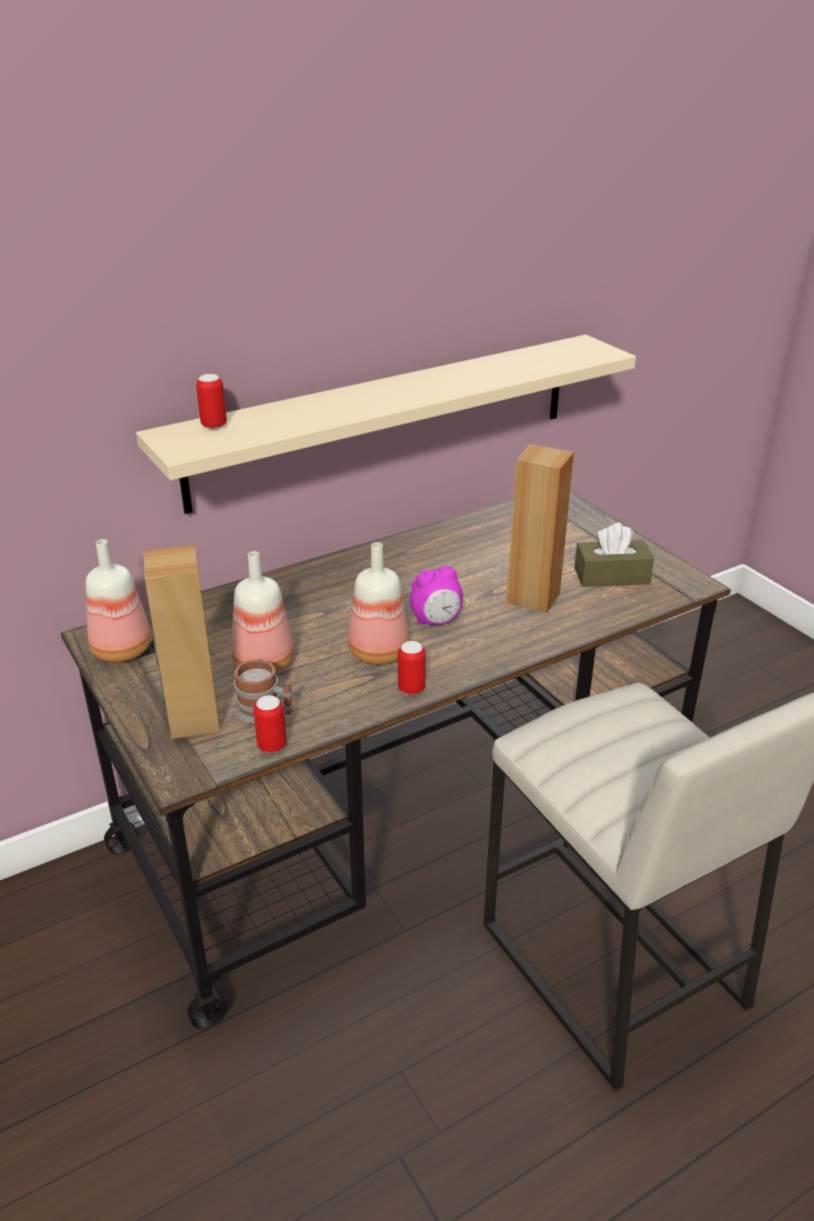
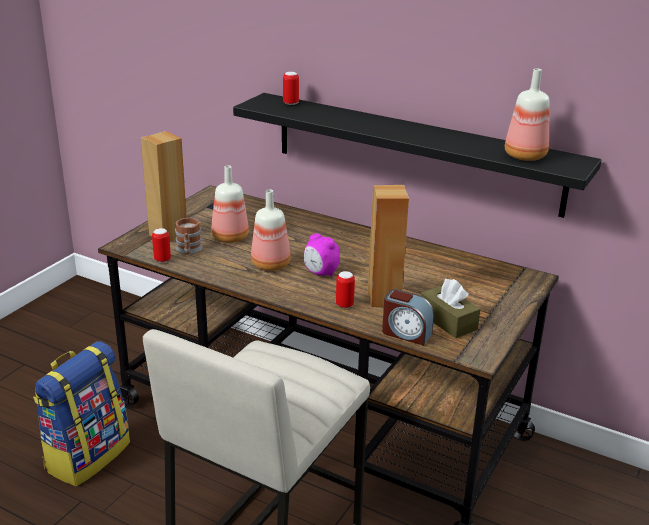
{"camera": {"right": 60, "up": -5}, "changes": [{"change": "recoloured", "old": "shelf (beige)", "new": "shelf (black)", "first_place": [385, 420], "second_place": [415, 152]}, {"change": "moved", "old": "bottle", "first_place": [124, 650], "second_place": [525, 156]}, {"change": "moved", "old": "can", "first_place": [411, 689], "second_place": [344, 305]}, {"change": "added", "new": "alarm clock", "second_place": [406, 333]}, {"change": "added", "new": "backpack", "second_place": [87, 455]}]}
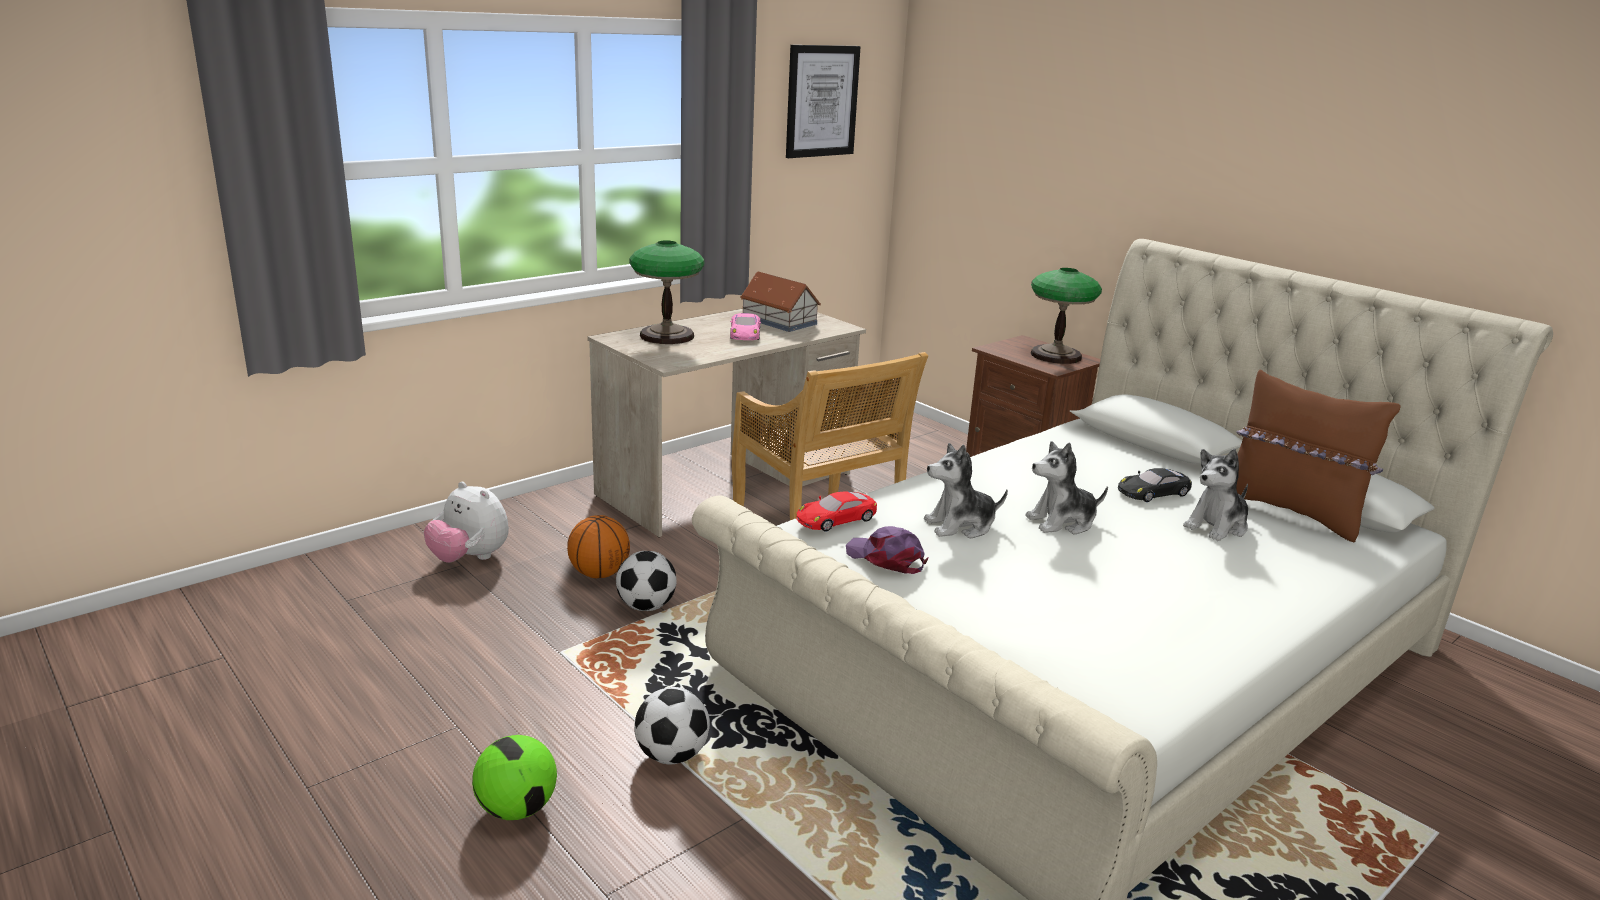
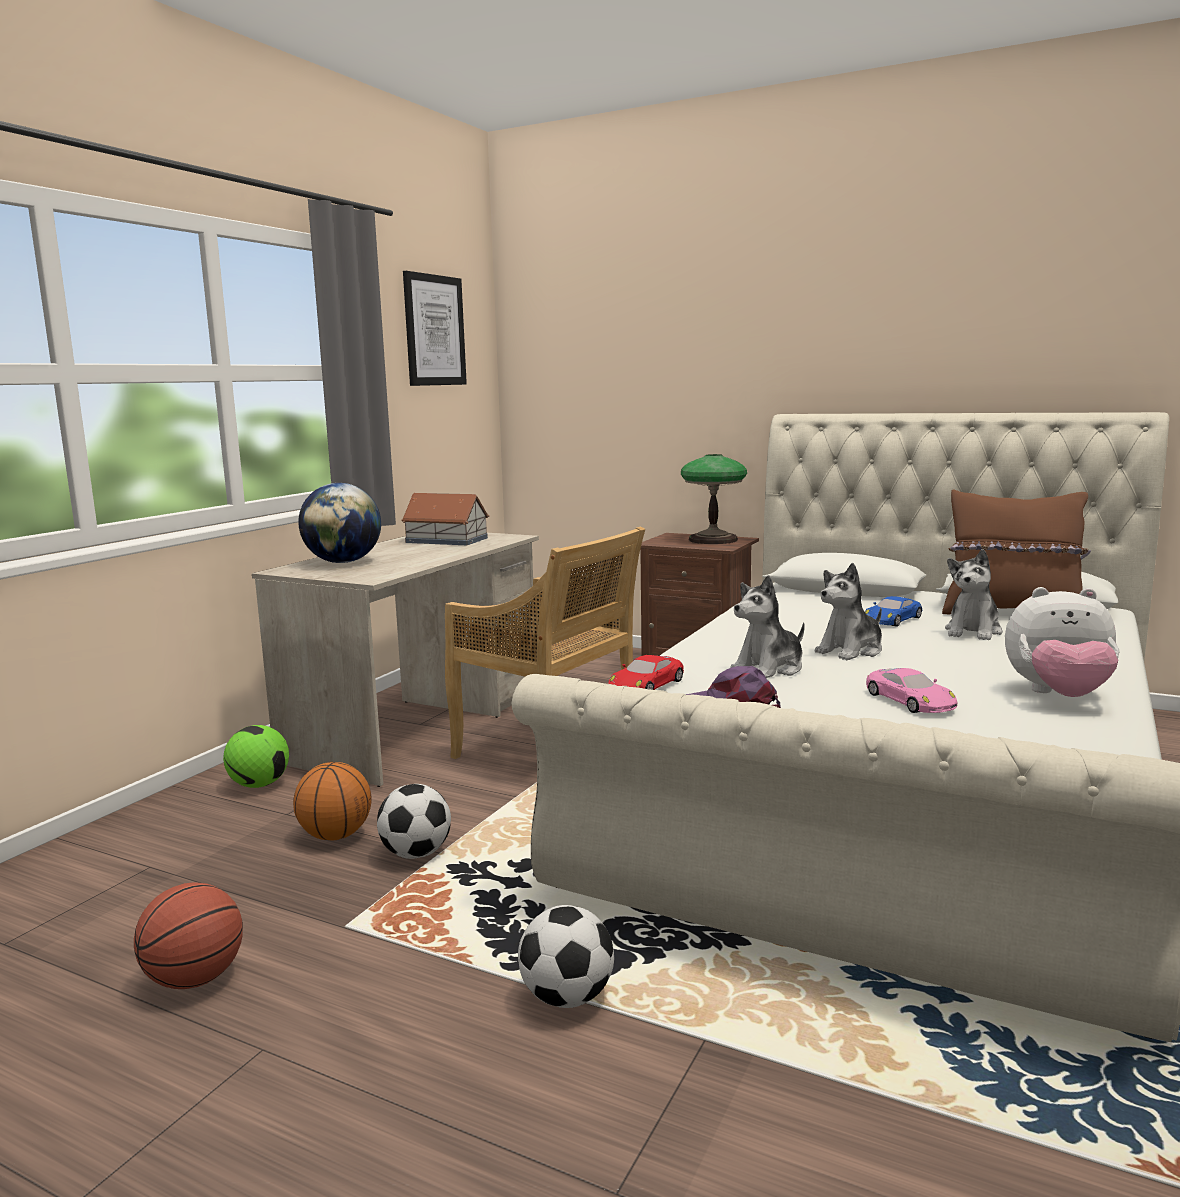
{"camera": {"right": -20, "up": -10}, "changes": [{"change": "replaced", "old": "table lamp", "new": "globe", "first_place": [667, 336], "second_place": [343, 562]}, {"change": "moved", "old": "toy car (pink)", "first_place": [745, 333], "second_place": [909, 700]}, {"change": "recoloured", "old": "toy car (black)", "new": "toy car (blue)", "first_place": [1153, 492], "second_place": [892, 619]}, {"change": "moved", "old": "plush toy", "first_place": [469, 558], "second_place": [1058, 696]}, {"change": "moved", "old": "football", "first_place": [517, 808], "second_place": [259, 784]}, {"change": "added", "new": "basketball", "second_place": [195, 979]}]}
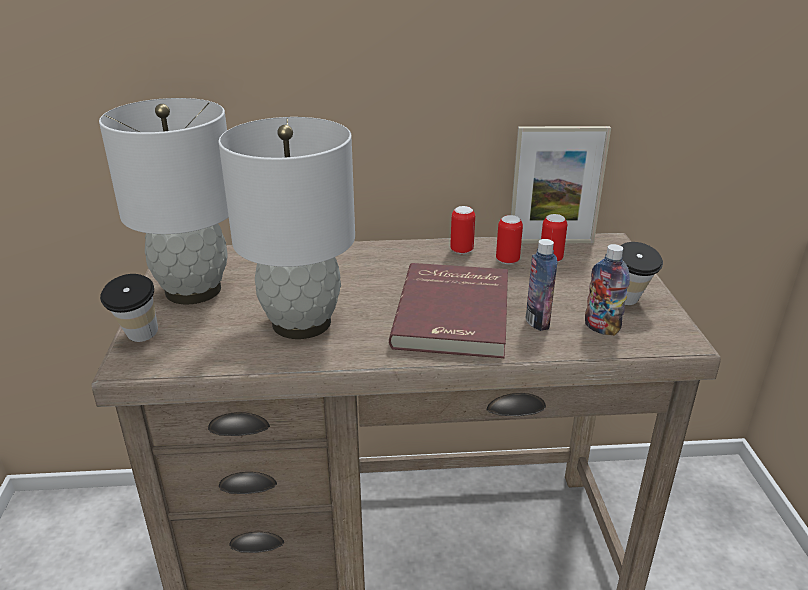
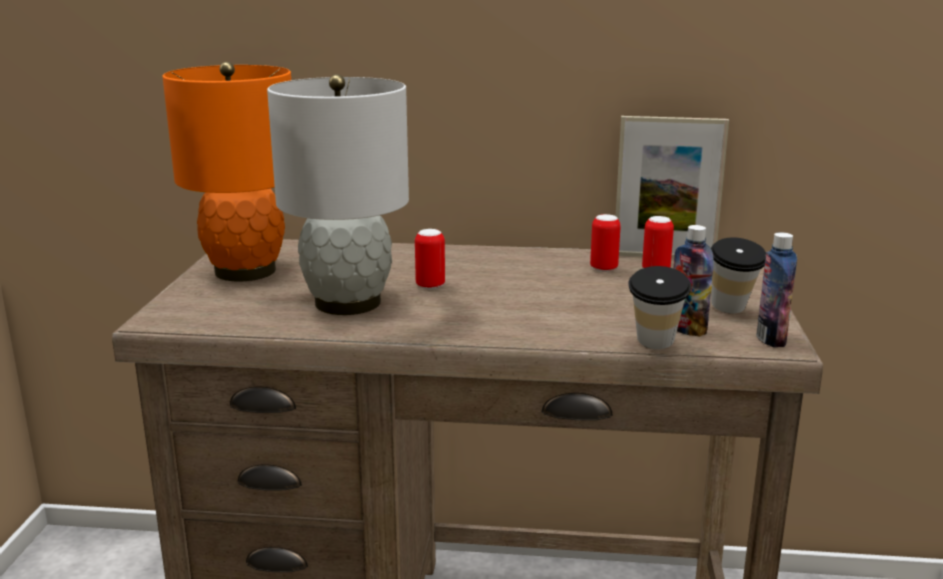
{"camera": {"right": 10, "up": -10}, "changes": [{"change": "recoloured", "old": "table lamp (white)", "new": "table lamp (orange)", "first_place": [193, 290], "second_place": [245, 271]}, {"change": "moved", "old": "can", "first_place": [461, 250], "second_place": [430, 286]}, {"change": "moved", "old": "bottle", "first_place": [537, 322], "second_place": [771, 339]}, {"change": "removed", "old": "book (red)", "first_place": [455, 314]}, {"change": "moved", "old": "cup", "first_place": [139, 339], "second_place": [654, 347]}]}
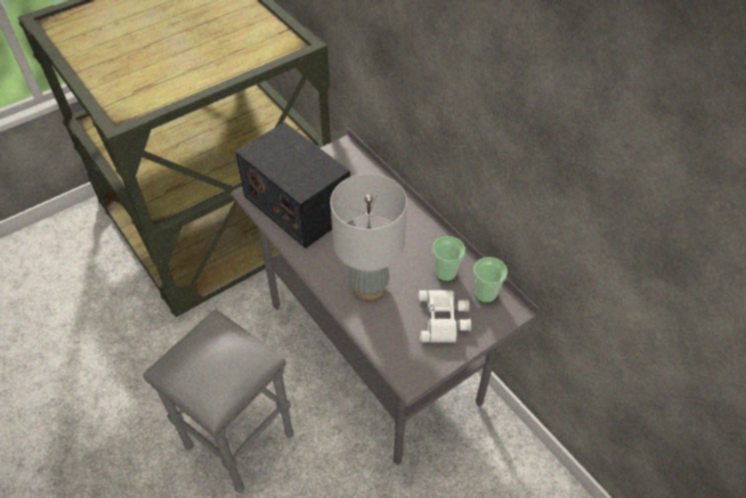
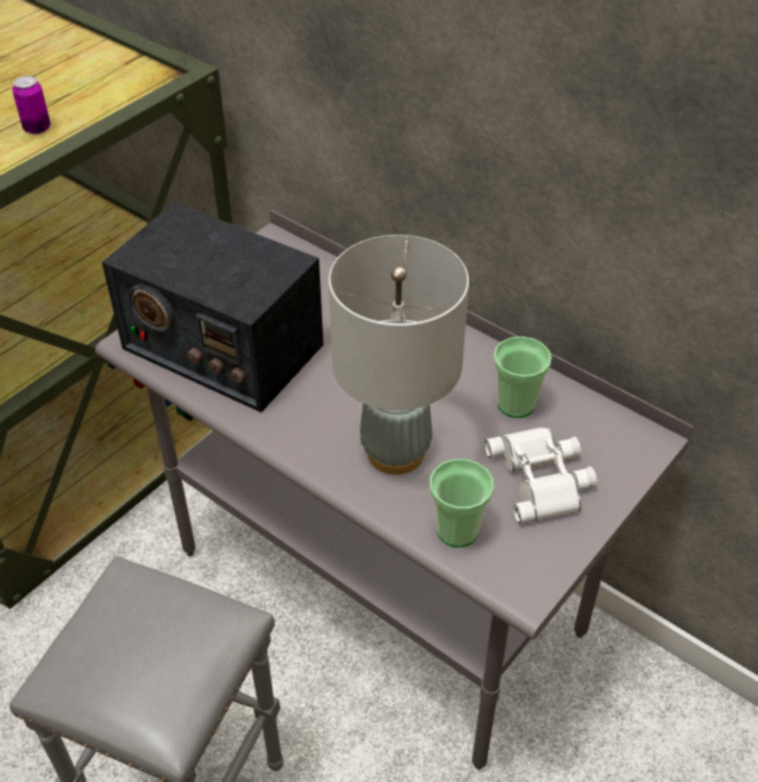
{"camera": {"right": -15, "up": -5}, "changes": [{"change": "moved", "old": "cup", "first_place": [485, 294], "second_place": [457, 530]}, {"change": "added", "new": "can", "second_place": [37, 128]}]}
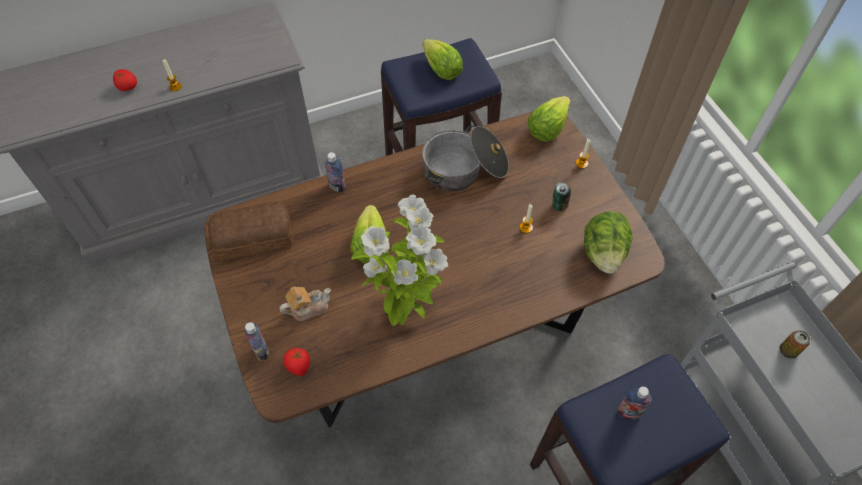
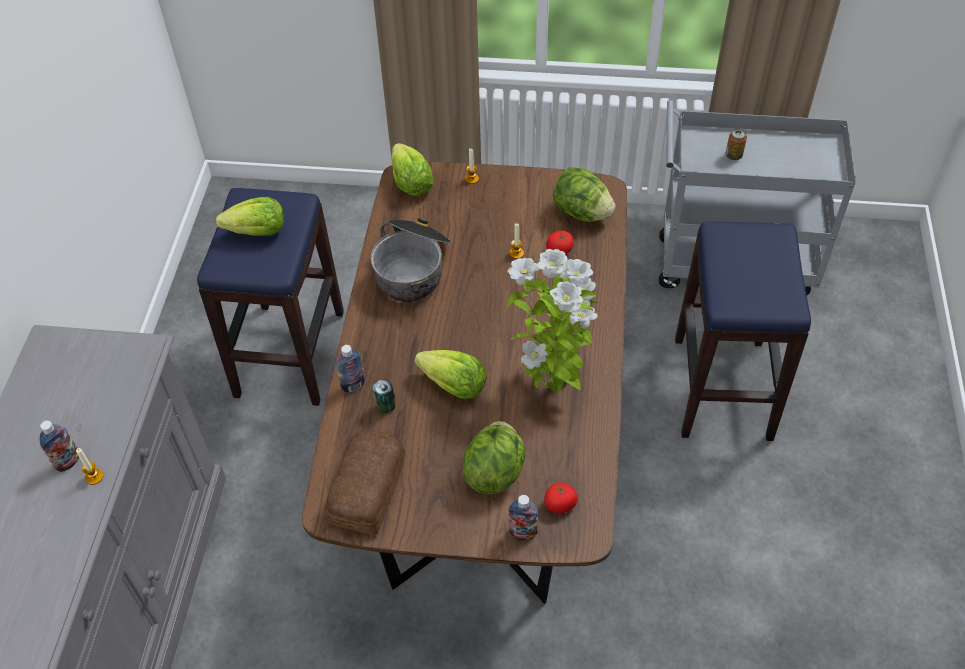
{"camera": {"right": -60, "up": -5}, "changes": [{"change": "moved", "old": "tomato", "first_place": [127, 87], "second_place": [559, 251]}, {"change": "moved", "old": "can", "first_place": [558, 205], "second_place": [385, 406]}, {"change": "replaced", "old": "teapot", "new": "lettuce", "first_place": [308, 308], "second_place": [495, 471]}, {"change": "moved", "old": "bottle", "first_place": [628, 412], "second_place": [68, 462]}]}
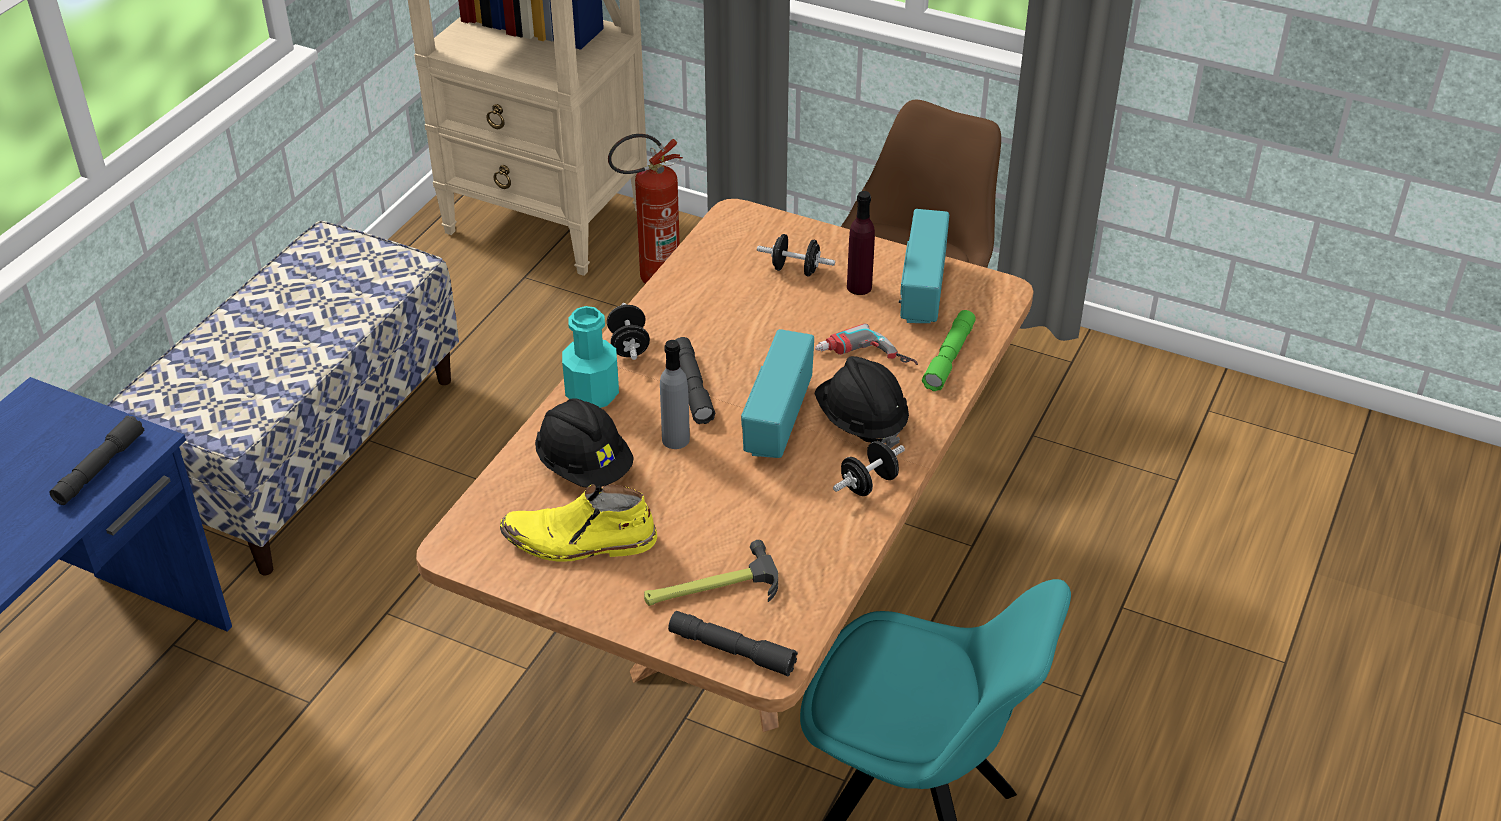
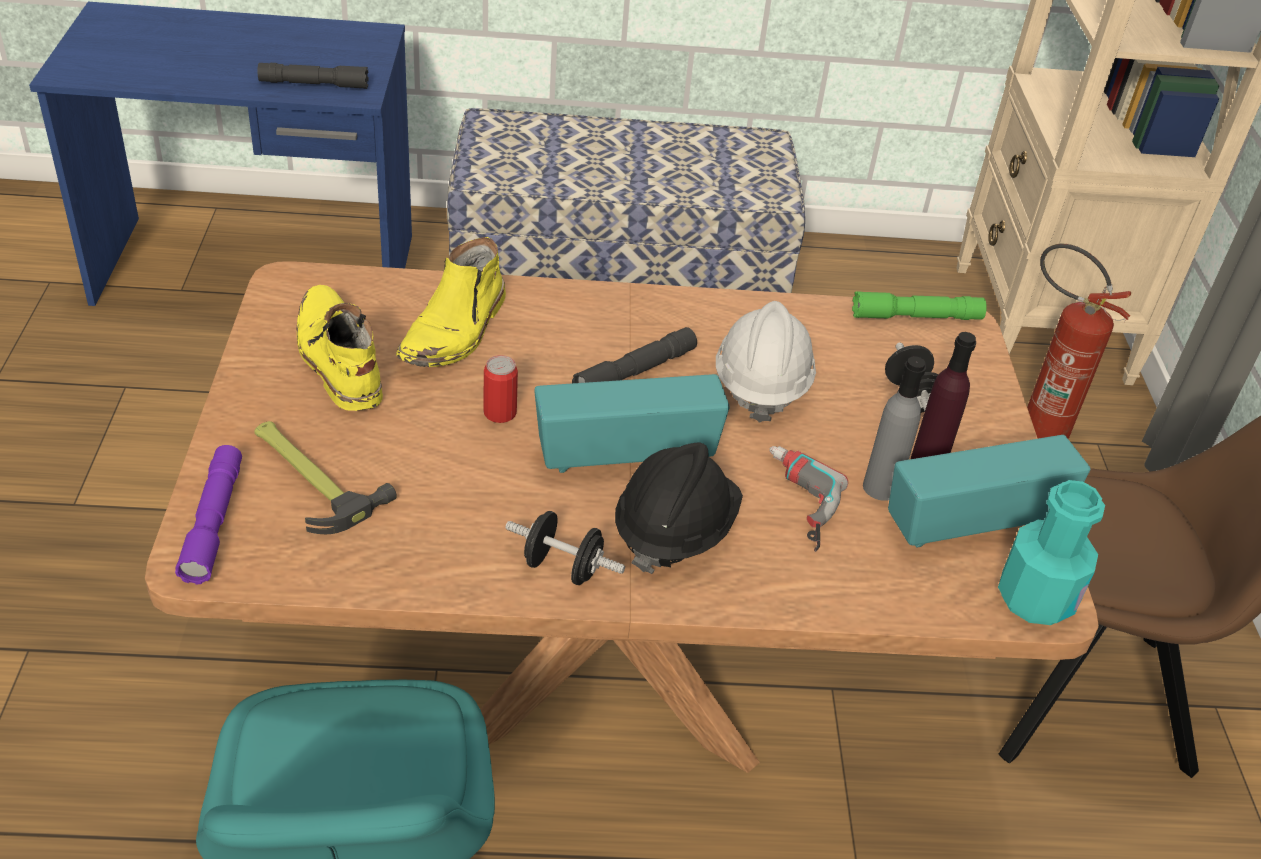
{"camera": {"right": 60, "up": 0}, "changes": [{"change": "removed", "old": "dumbbell (black)", "first_place": [629, 346]}, {"change": "moved", "old": "bottle (turquoise)", "first_place": [592, 394], "second_place": [1035, 598]}, {"change": "moved", "old": "flashlight (green)", "first_place": [949, 357], "second_place": [916, 317]}, {"change": "moved", "old": "bottle (grey)", "first_place": [675, 439], "second_place": [880, 487]}, {"change": "replaced", "old": "hard hat (black)", "new": "boot (yellow)", "first_place": [584, 466], "second_place": [455, 331]}, {"change": "recoloured", "old": "flashlight (grey)", "new": "flashlight (purple)", "first_place": [732, 650], "second_place": [213, 522]}, {"change": "added", "new": "hard hat (white)", "second_place": [761, 384]}, {"change": "added", "new": "can", "second_place": [500, 413]}]}
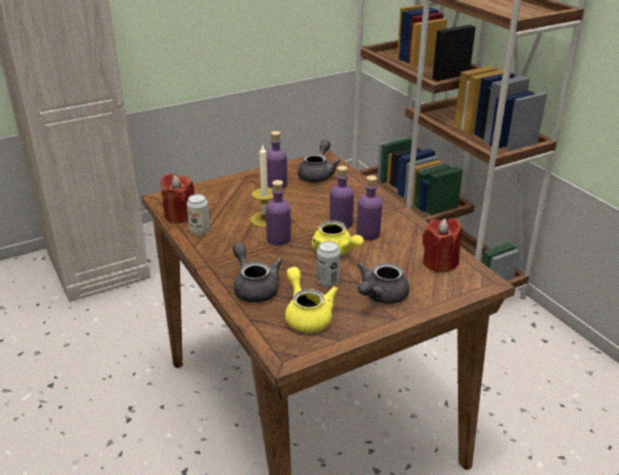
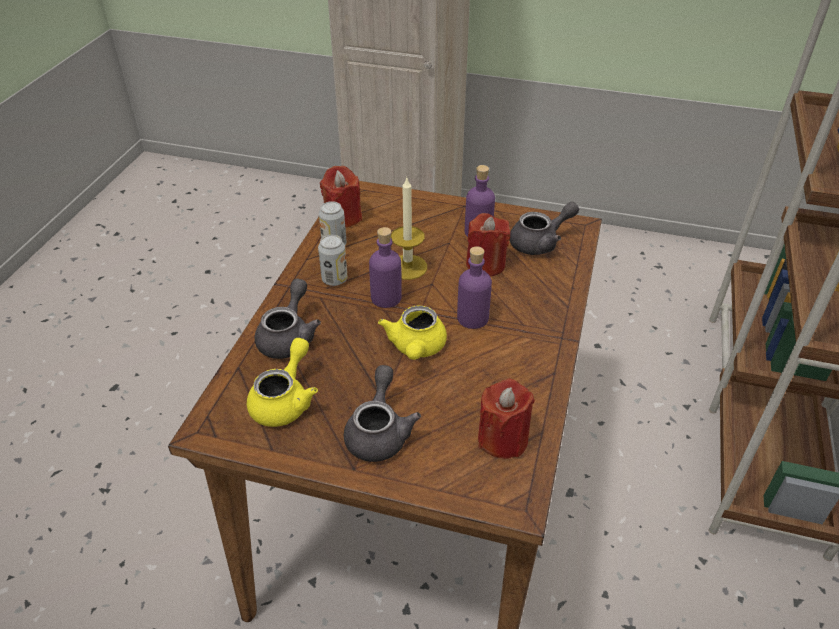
{"camera": {"right": 45, "up": 10}, "changes": [{"change": "removed", "old": "bottle (purple)", "first_place": [368, 234]}, {"change": "moved", "old": "can", "first_place": [328, 281], "second_place": [334, 279]}, {"change": "turned", "old": "teapot (grey)", "first_place": [380, 296], "second_place": [379, 432], "degrees": 105}, {"change": "added", "new": "candle (red)", "second_place": [485, 264]}]}
